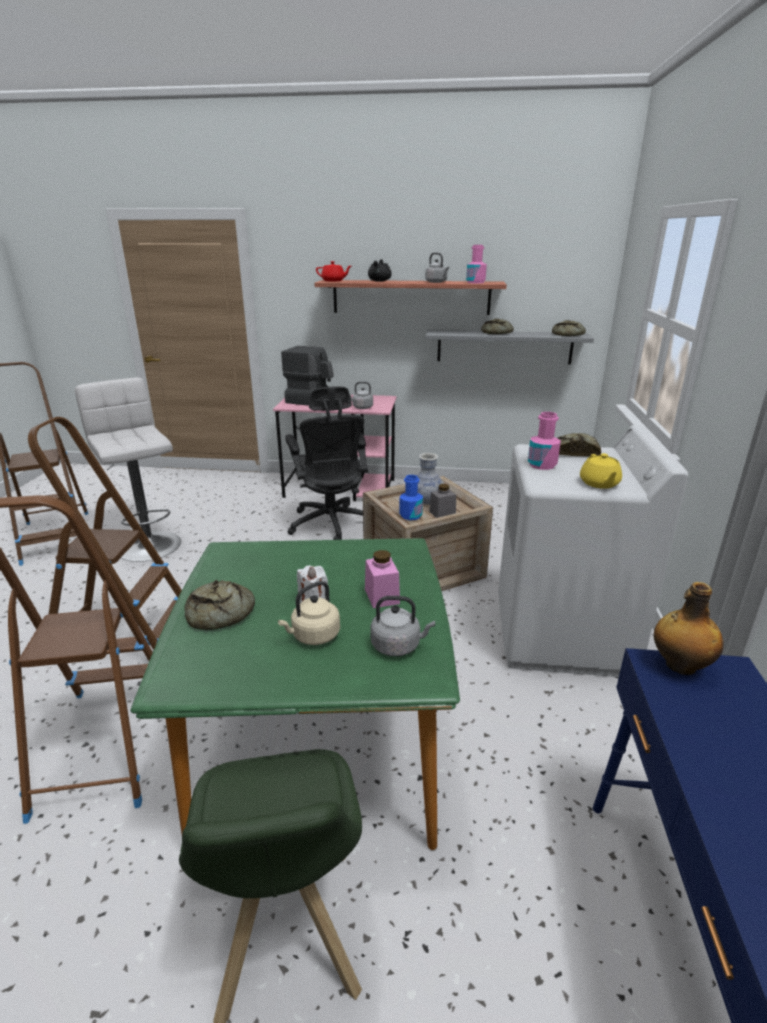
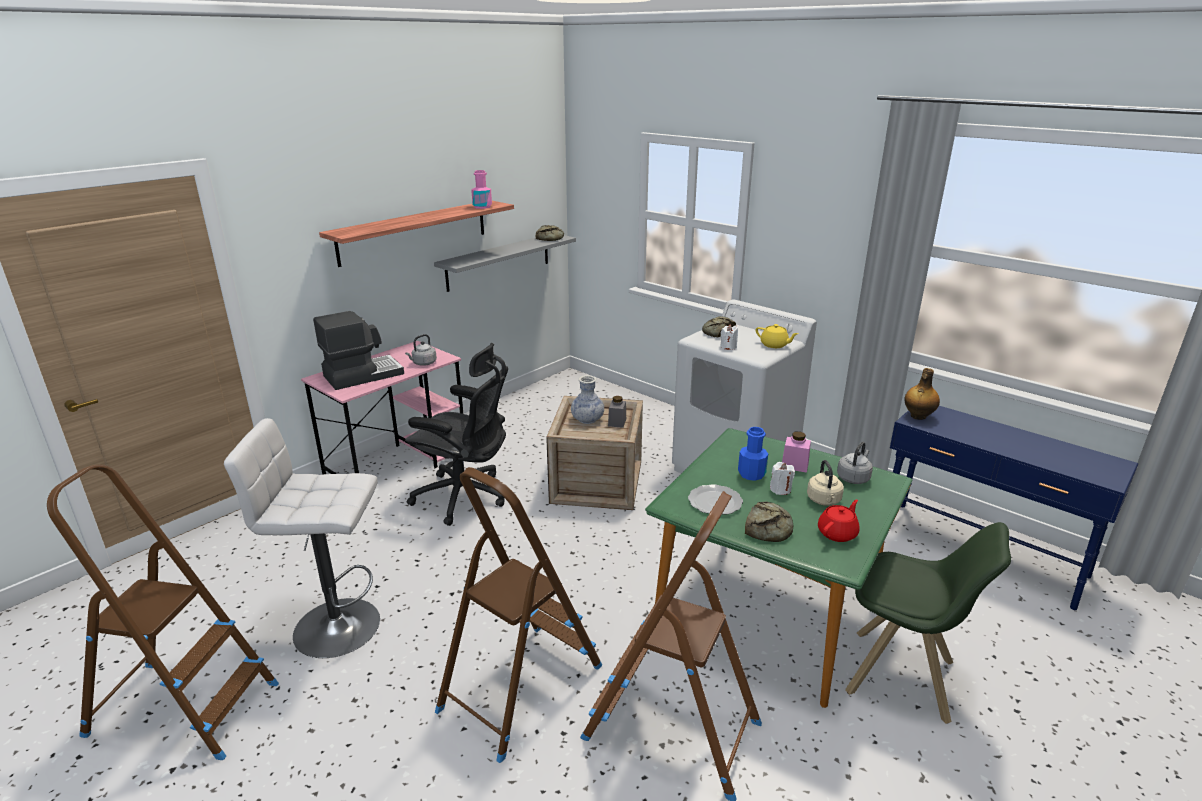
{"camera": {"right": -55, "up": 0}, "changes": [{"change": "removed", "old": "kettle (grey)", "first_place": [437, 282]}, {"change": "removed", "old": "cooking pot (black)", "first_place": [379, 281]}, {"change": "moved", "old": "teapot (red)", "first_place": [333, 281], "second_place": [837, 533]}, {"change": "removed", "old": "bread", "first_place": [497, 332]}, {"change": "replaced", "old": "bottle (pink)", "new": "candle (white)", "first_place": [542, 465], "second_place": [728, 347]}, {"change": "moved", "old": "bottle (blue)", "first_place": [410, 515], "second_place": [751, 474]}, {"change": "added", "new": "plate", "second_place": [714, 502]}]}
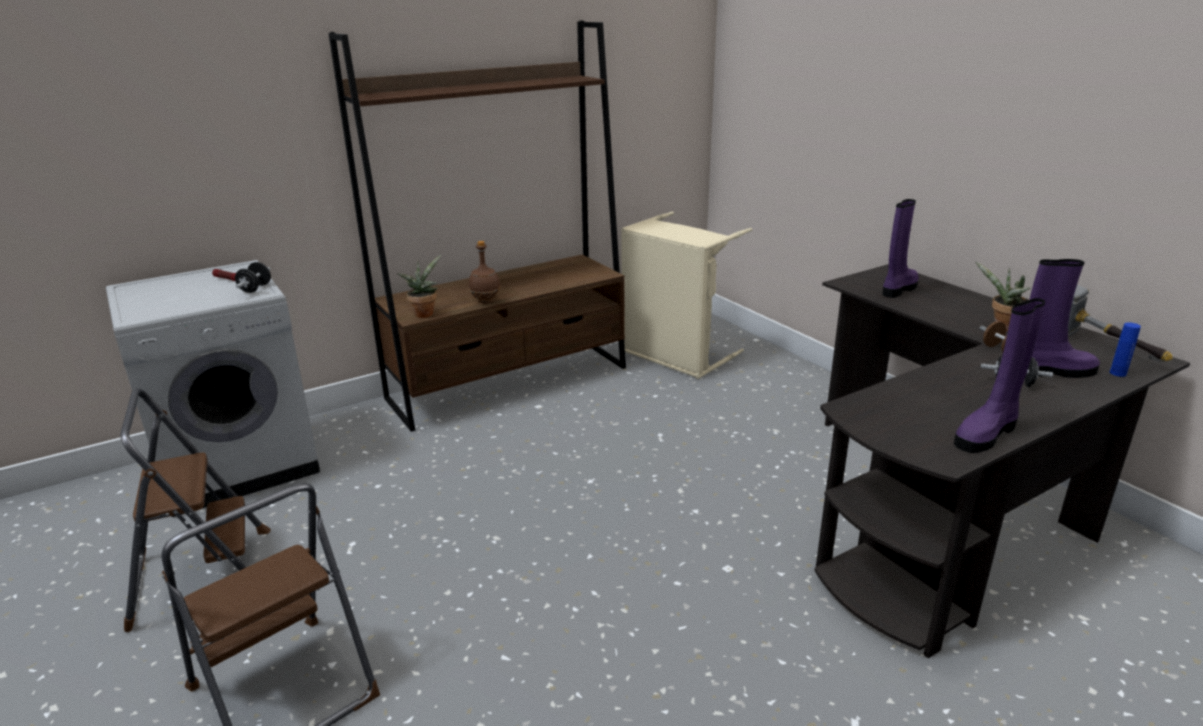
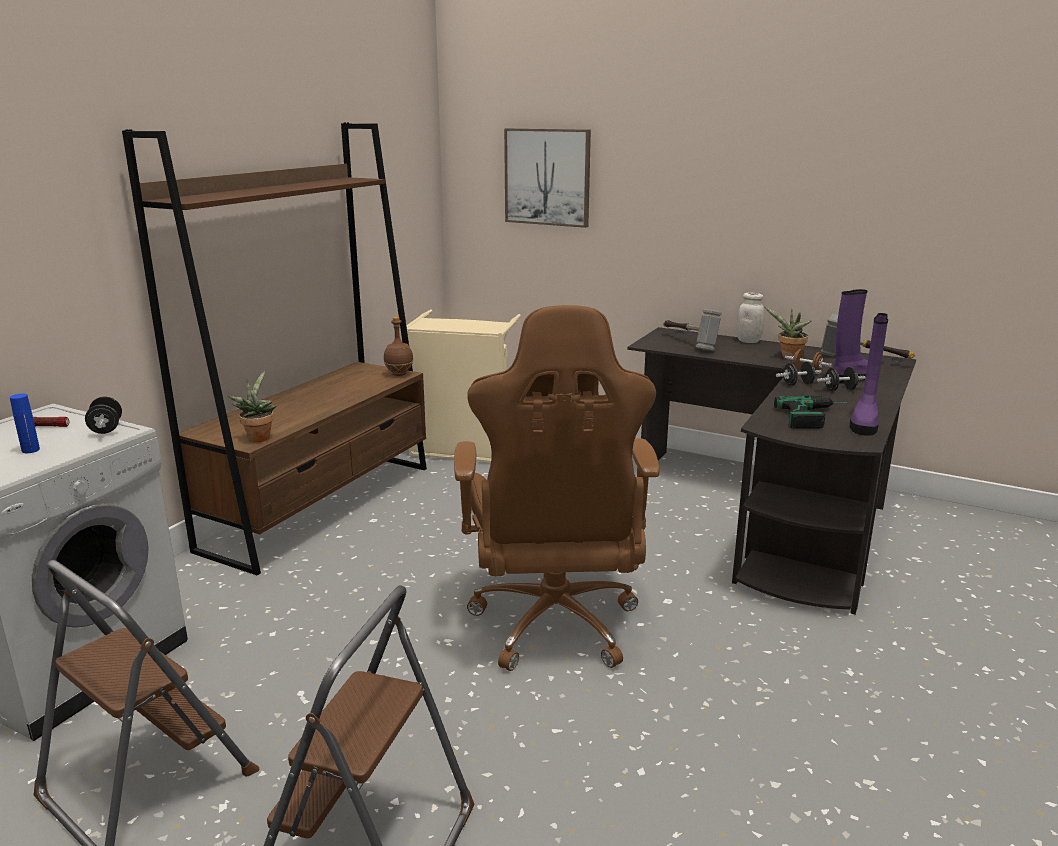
{"camera": {"right": -30, "up": -5}, "changes": [{"change": "replaced", "old": "boot (purple)", "new": "hammer", "first_place": [898, 289], "second_place": [689, 343]}, {"change": "moved", "old": "bottle (brown)", "first_place": [485, 301], "second_place": [399, 374]}, {"change": "moved", "old": "bottle (blue)", "first_place": [1117, 373], "second_place": [30, 450]}, {"change": "added", "new": "picture", "second_place": [547, 177]}, {"change": "added", "new": "jar (white)", "second_place": [748, 341]}, {"change": "added", "new": "office chair (brown)", "second_place": [553, 618]}, {"change": "added", "new": "dumbbell (black)", "second_place": [797, 384]}, {"change": "added", "new": "power drill", "second_place": [817, 417]}]}
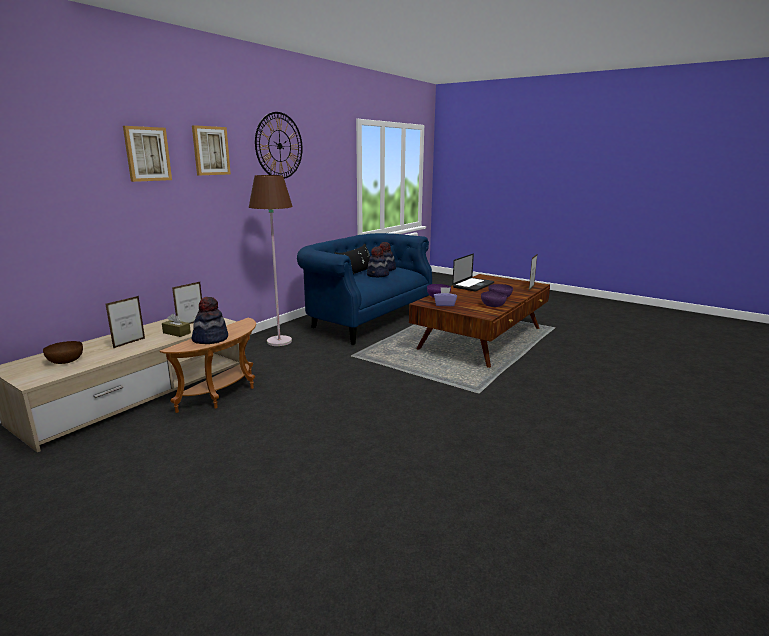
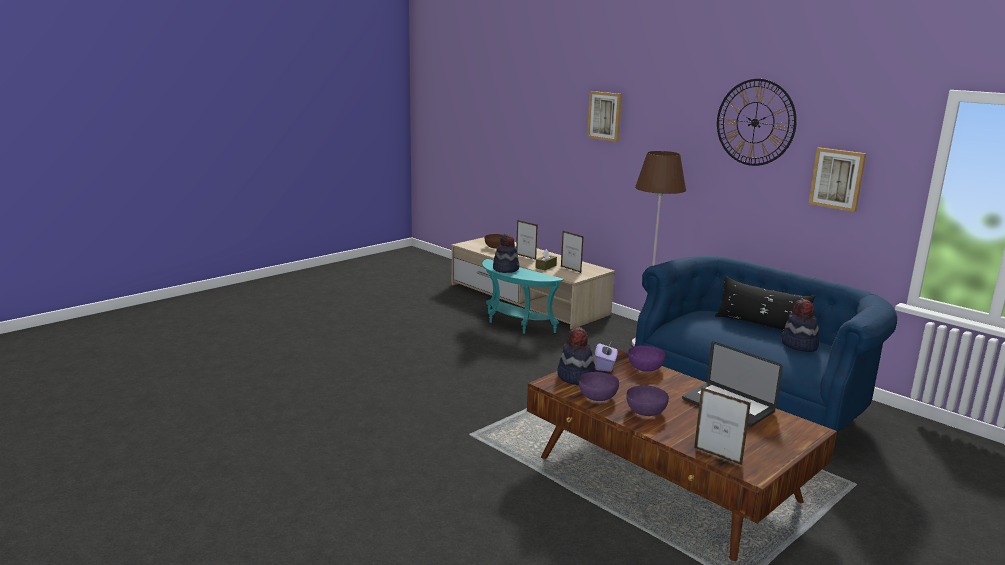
{"camera": {"right": 100, "up": 0}, "changes": [{"change": "moved", "old": "picture", "first_place": [210, 150], "second_place": [837, 179]}, {"change": "moved", "old": "hat", "first_place": [378, 275], "second_place": [575, 377]}, {"change": "recoloured", "old": "side table (brown)", "new": "side table (turquoise)", "first_place": [224, 394], "second_place": [514, 324]}]}
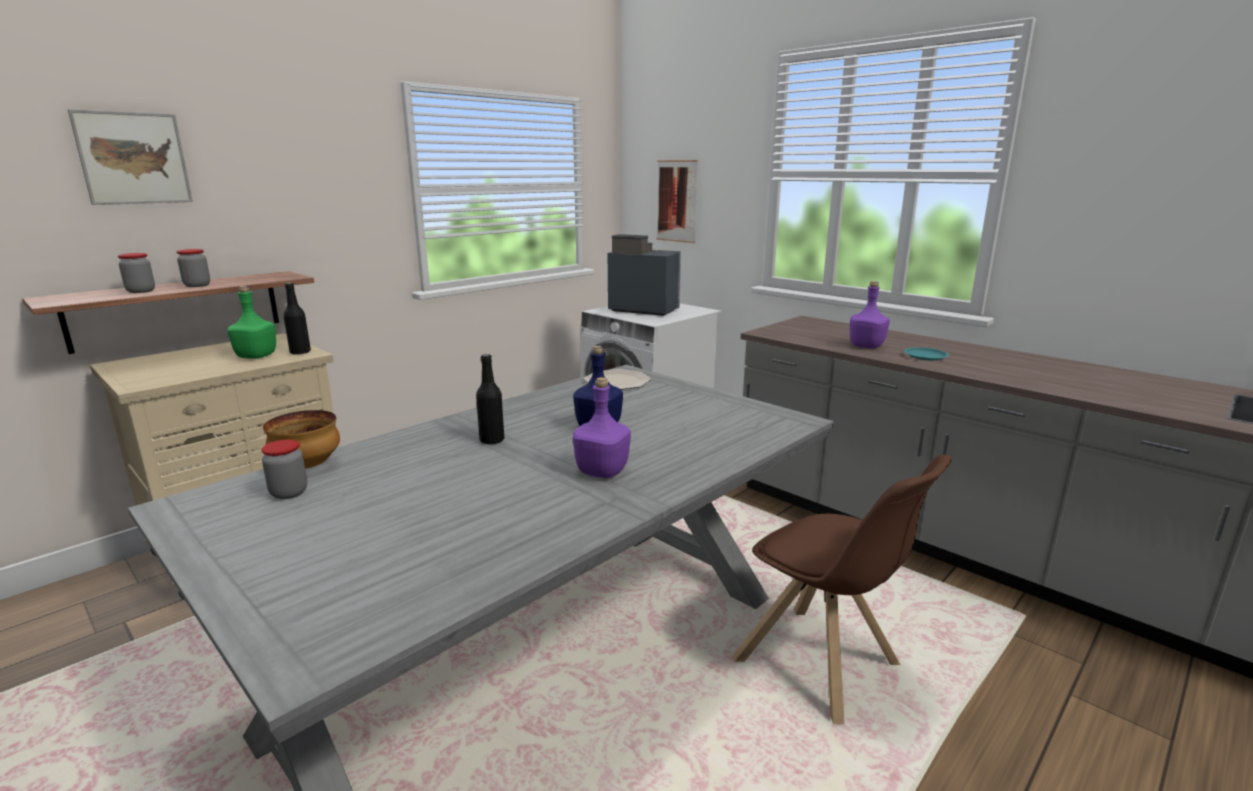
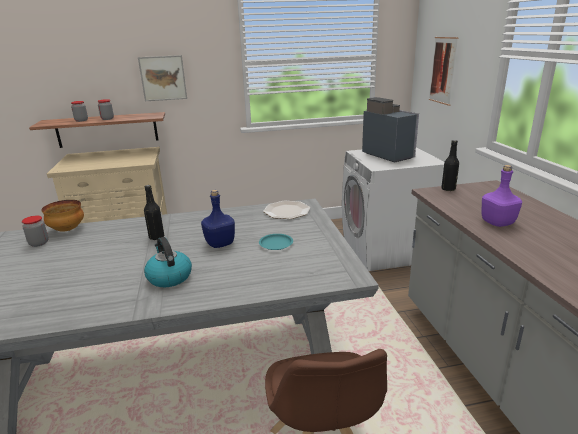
{"camera": {"right": 35, "up": 5}, "changes": [{"change": "moved", "old": "picture", "first_place": [133, 158], "second_place": [163, 78]}, {"change": "moved", "old": "bottle (black)", "first_place": [300, 352], "second_place": [448, 189]}, {"change": "removed", "old": "bottle (green)", "first_place": [257, 356]}, {"change": "moved", "old": "plate (turquoise)", "first_place": [925, 356], "second_place": [276, 244]}, {"change": "replaced", "old": "bottle (purple)", "new": "kettle", "first_place": [602, 472], "second_place": [169, 277]}]}
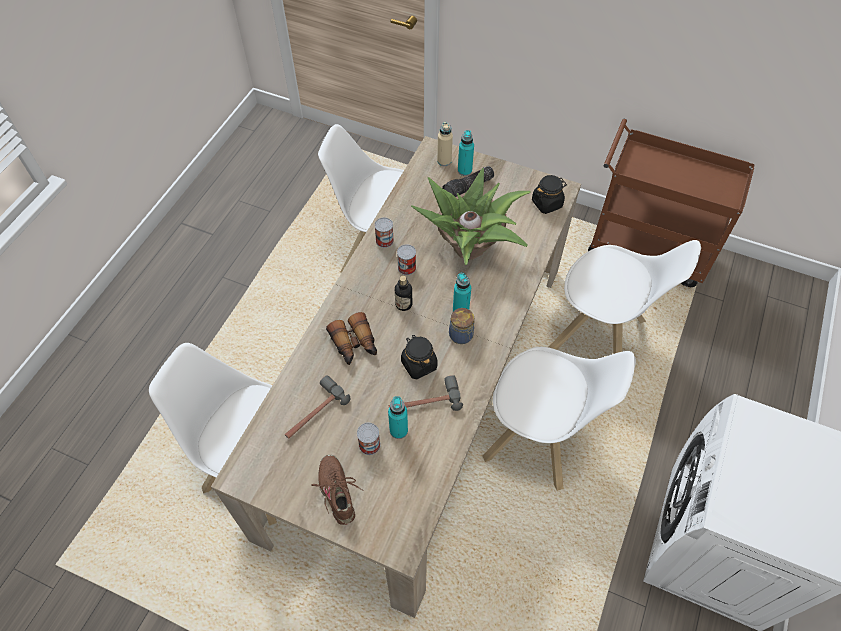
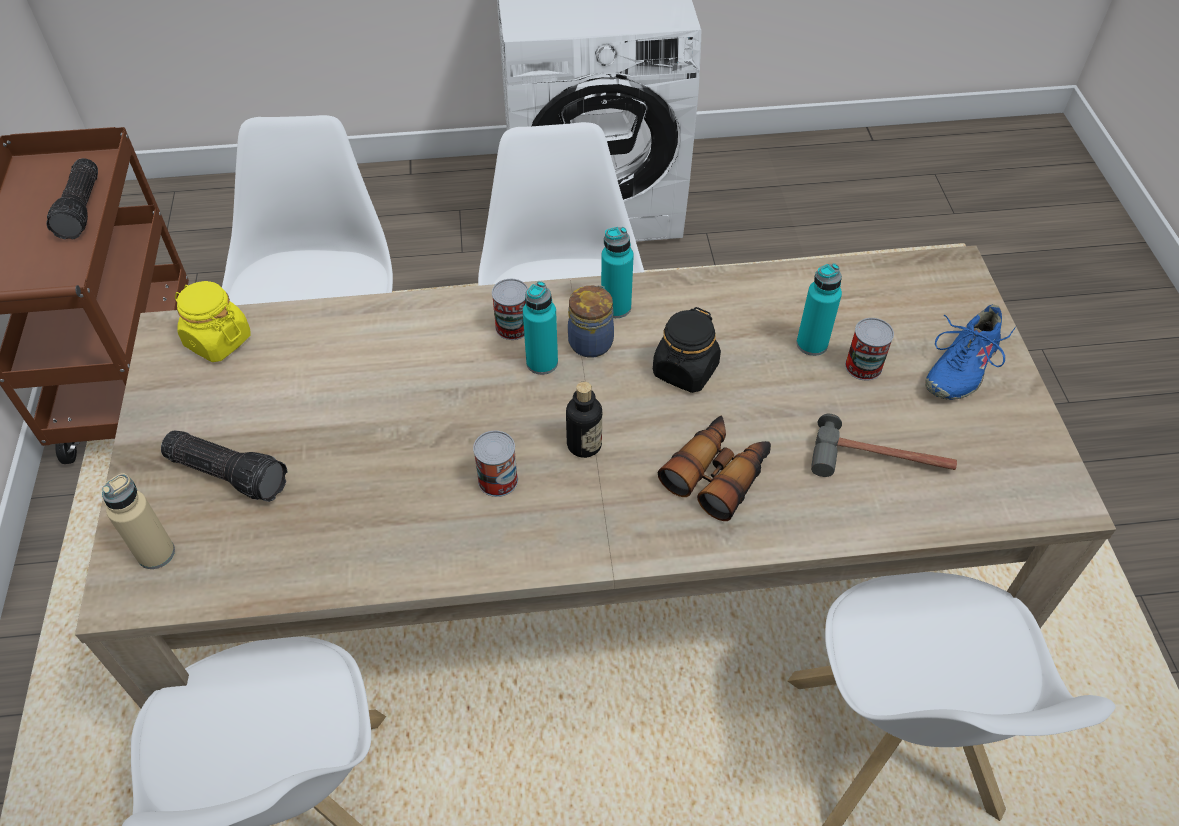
{"camera": {"right": -120, "up": -5}, "changes": [{"change": "moved", "old": "bottle (turquoise)", "first_place": [464, 170], "second_place": [616, 307]}, {"change": "removed", "old": "potted plant", "first_place": [470, 248]}, {"change": "recoloured", "old": "jar (black)", "new": "jar (yellow)", "first_place": [547, 203], "second_place": [218, 340]}, {"change": "moved", "old": "can", "first_place": [384, 240], "second_place": [513, 326]}, {"change": "removed", "old": "hammer", "first_place": [424, 402]}, {"change": "recoloured", "old": "shoe (brown)", "new": "shoe (blue)", "first_place": [338, 491], "second_place": [960, 367]}, {"change": "added", "new": "flashlight", "second_place": [83, 208]}]}
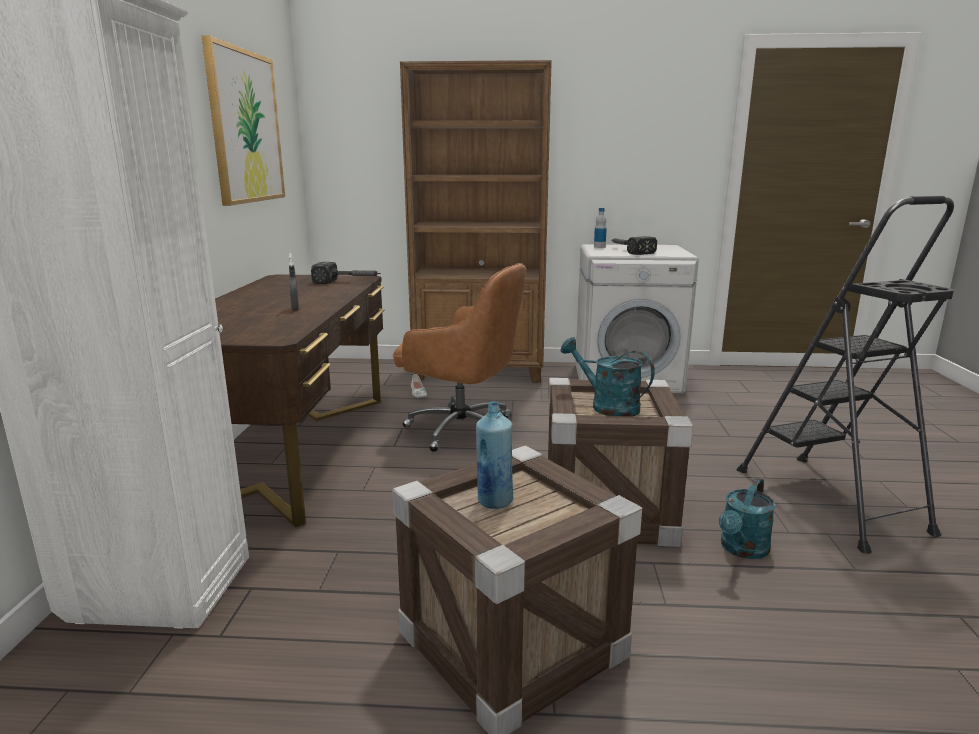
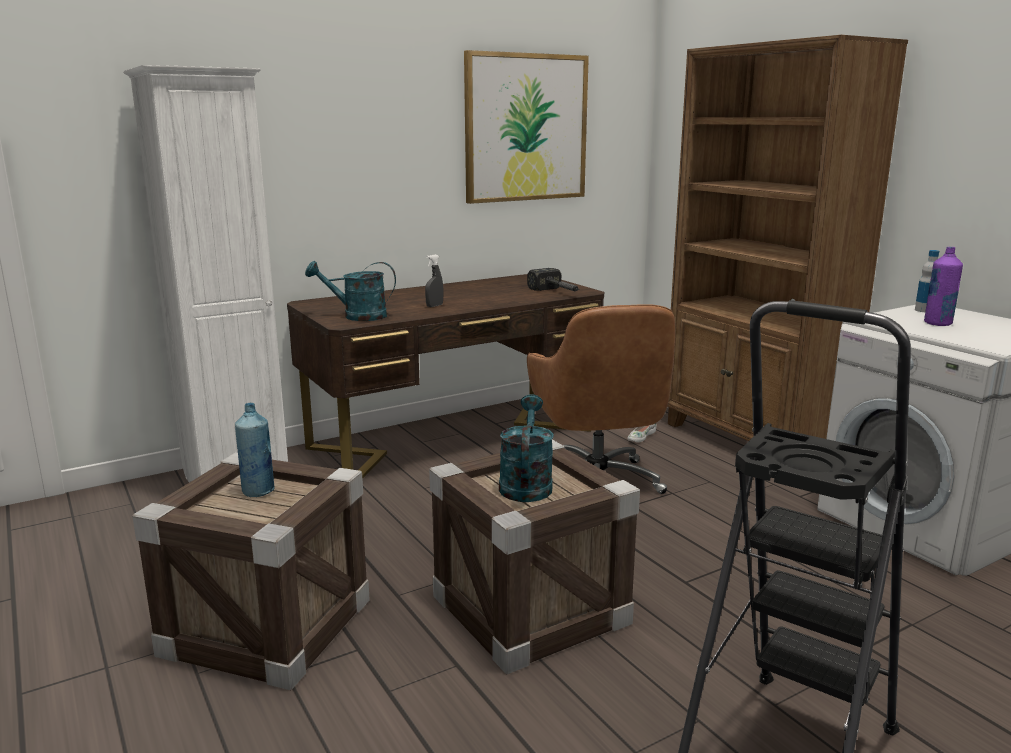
{"camera": {"right": 55, "up": 0}, "changes": [{"change": "replaced", "old": "hammer", "new": "bottle (purple)", "first_place": [628, 250], "second_place": [937, 323]}, {"change": "moved", "old": "watering can (turquoise)", "first_place": [742, 550], "second_place": [357, 316]}]}
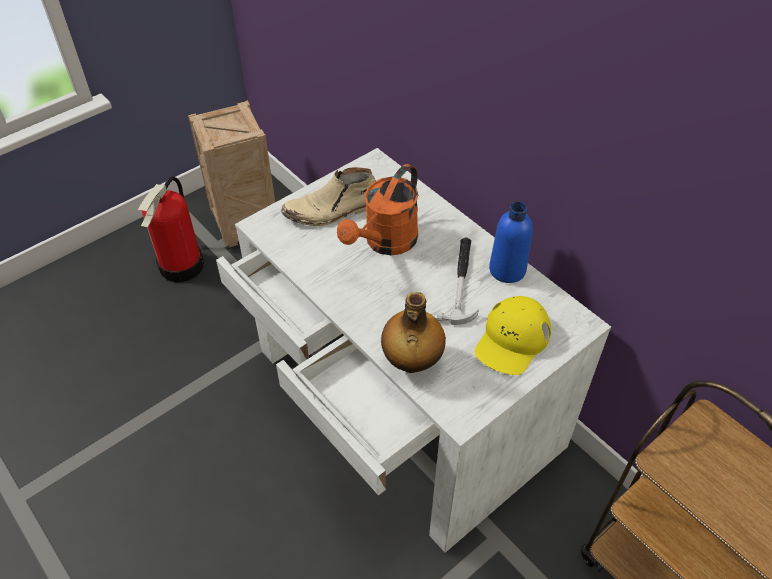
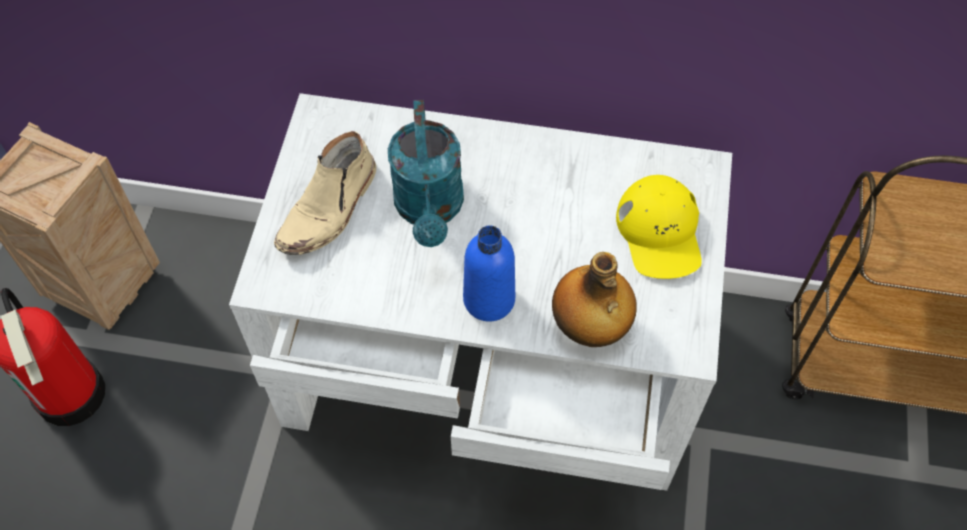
{"camera": {"right": -40, "up": 10}, "changes": [{"change": "recoloured", "old": "watering can (orange)", "new": "watering can (turquoise)", "first_place": [385, 243], "second_place": [430, 209]}, {"change": "moved", "old": "bottle (blue)", "first_place": [507, 270], "second_place": [489, 299]}, {"change": "removed", "old": "hammer", "first_place": [461, 282]}]}
